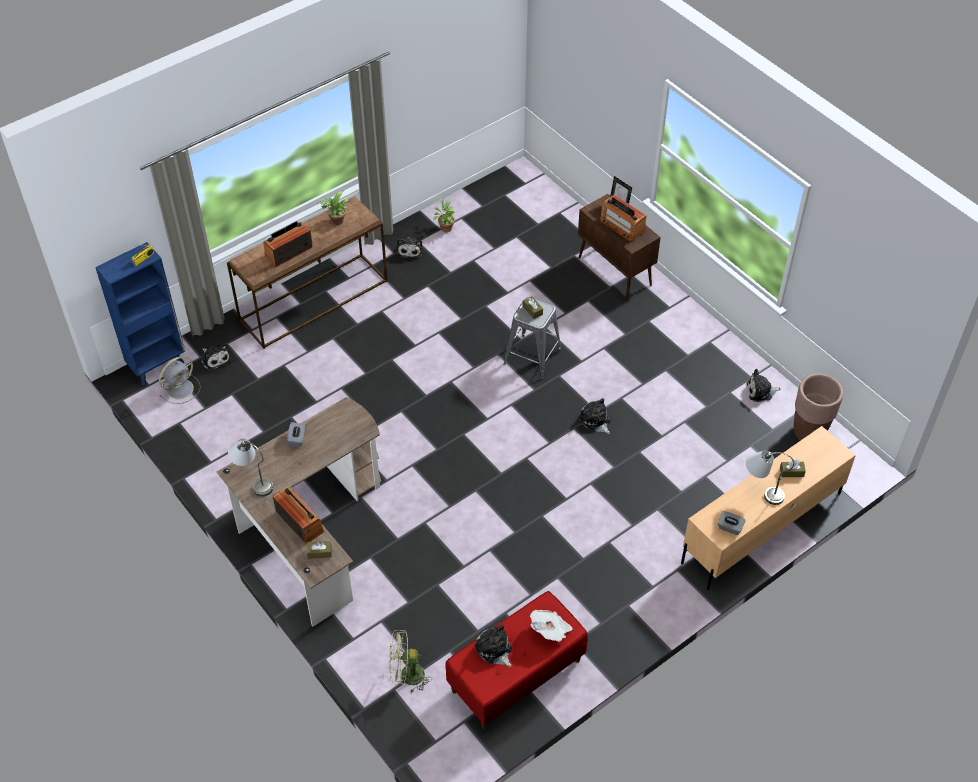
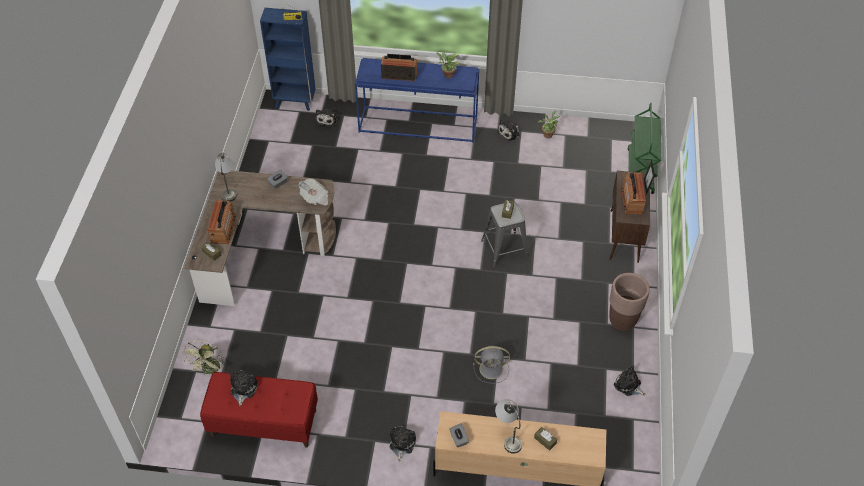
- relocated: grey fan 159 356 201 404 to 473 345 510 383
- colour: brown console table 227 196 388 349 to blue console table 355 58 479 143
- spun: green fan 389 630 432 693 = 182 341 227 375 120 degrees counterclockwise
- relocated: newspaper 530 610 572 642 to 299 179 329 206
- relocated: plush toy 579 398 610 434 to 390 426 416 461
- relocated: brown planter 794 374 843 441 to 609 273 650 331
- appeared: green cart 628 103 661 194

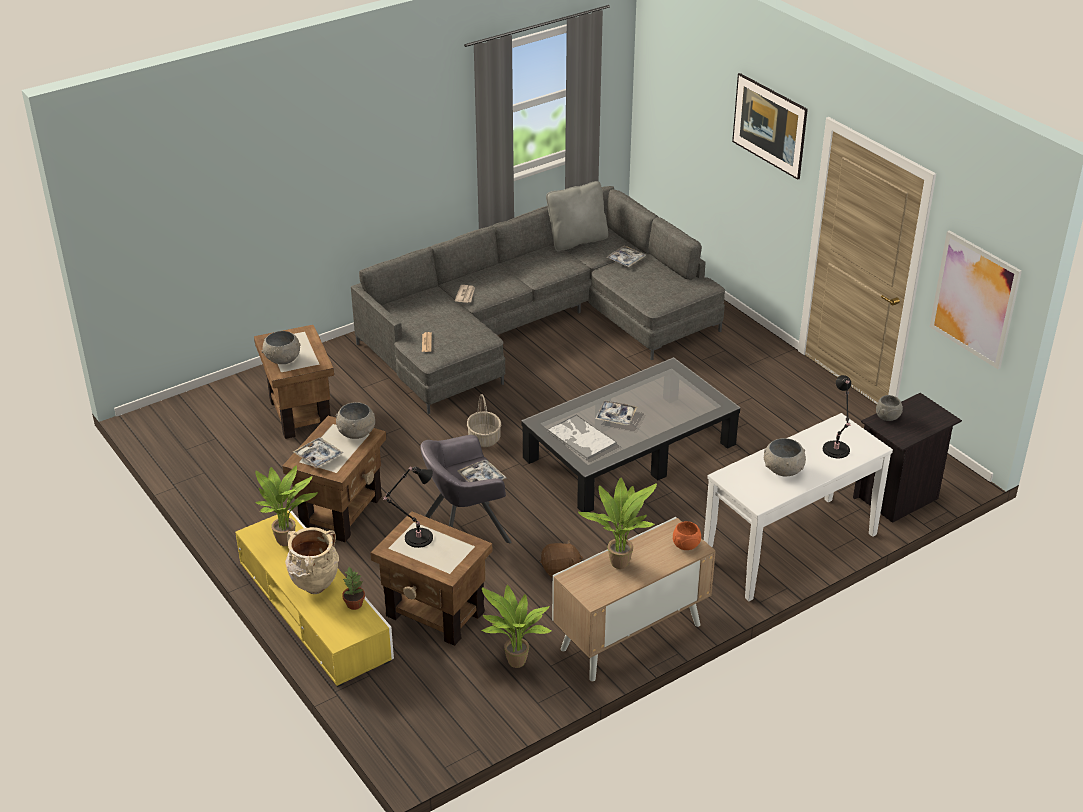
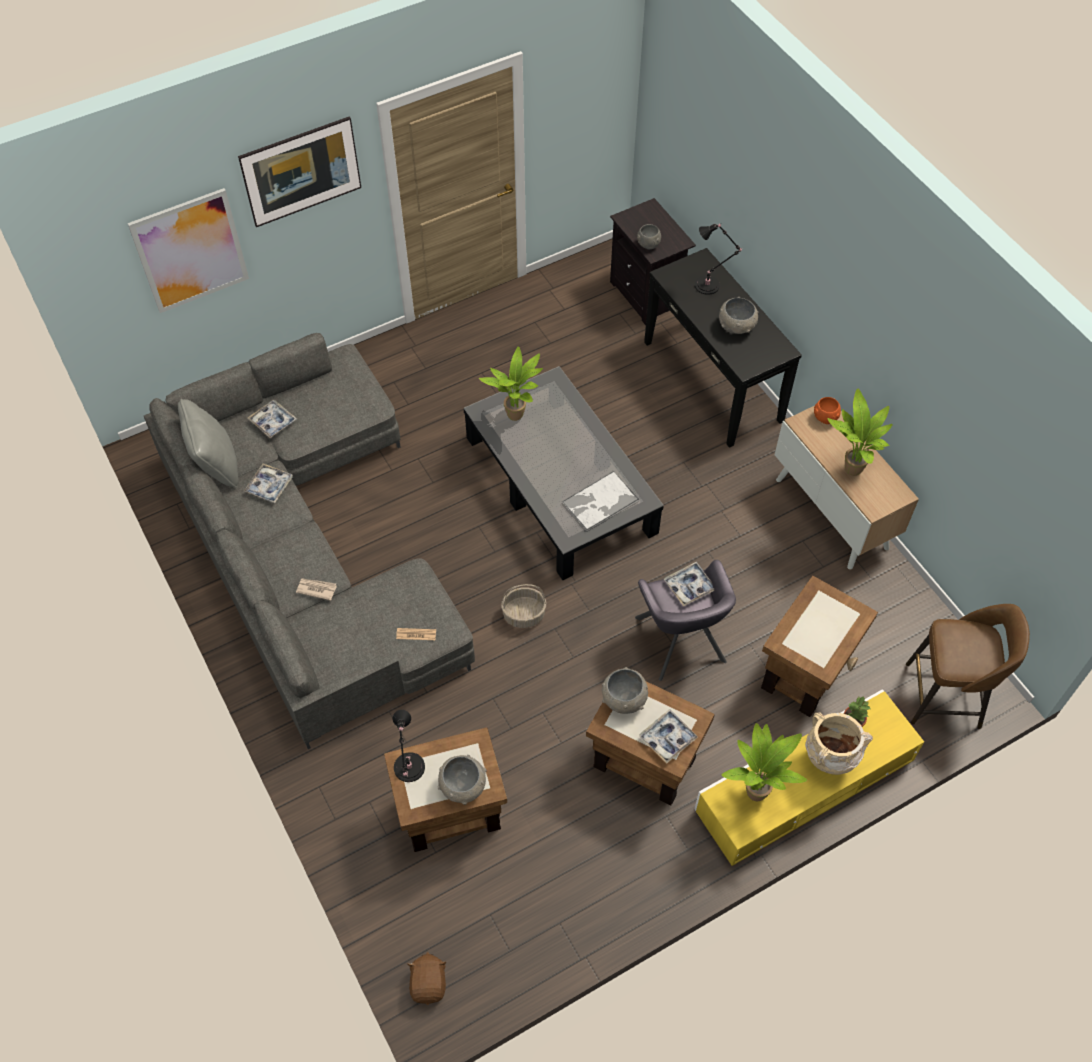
- relocated: black table lamp 383 466 433 548 to 392 710 425 782
- relocated: potted plant 482 585 551 668 to 479 346 543 421
- relocated: brown plush toy 540 540 583 578 to 407 952 446 1005
- relocated: tray 595 400 637 426 to 244 463 293 503
- colour: white console table 704 413 893 601 to black console table 644 248 802 448
- relocated: picture 930 230 1022 369 to 128 188 249 313
- appeared: brown stool 906 604 1030 729

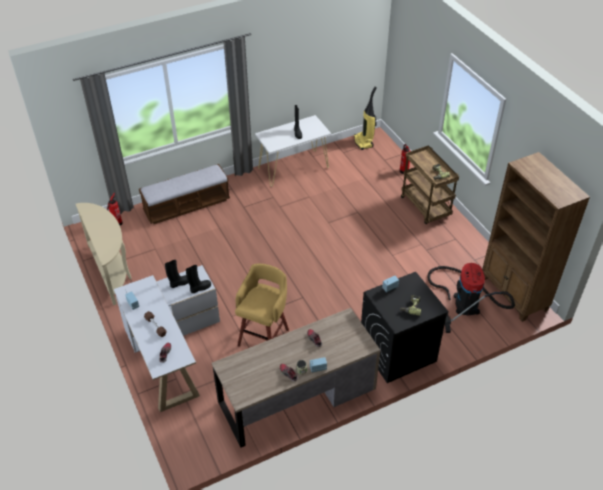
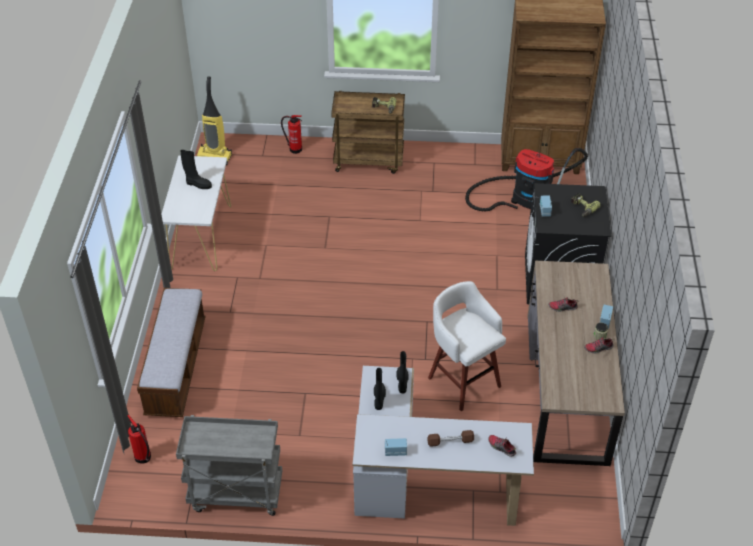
- exchanged: beige console table 76 203 132 305 to grey cart 176 415 283 516
- colour: yellow stool 235 264 289 347 to white stool 428 281 506 411

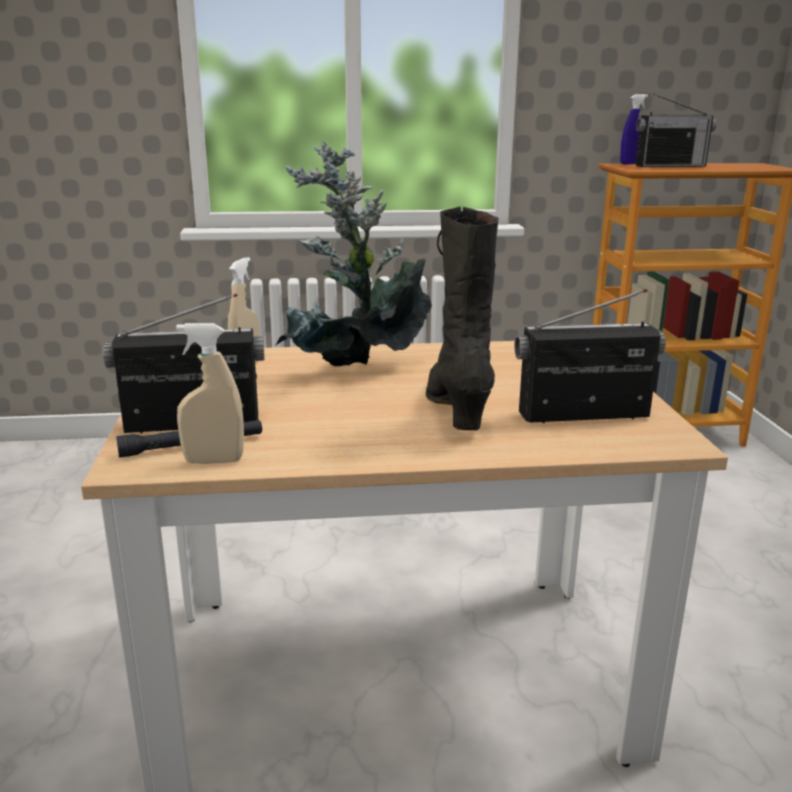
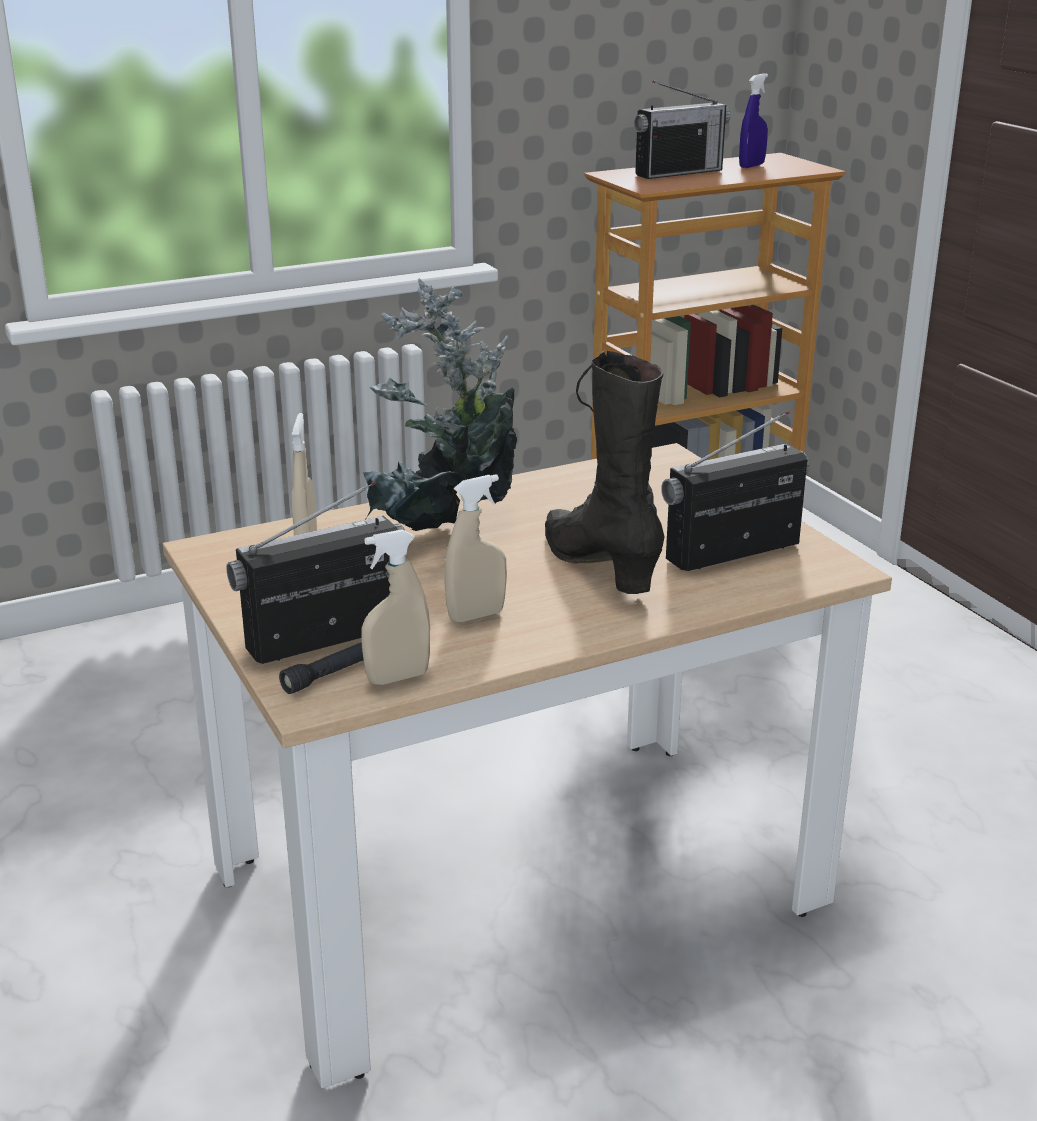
- relocated: blue spray bottle 620 94 648 165 to 739 73 768 168
- appeared: beige spray bottle 444 474 507 622

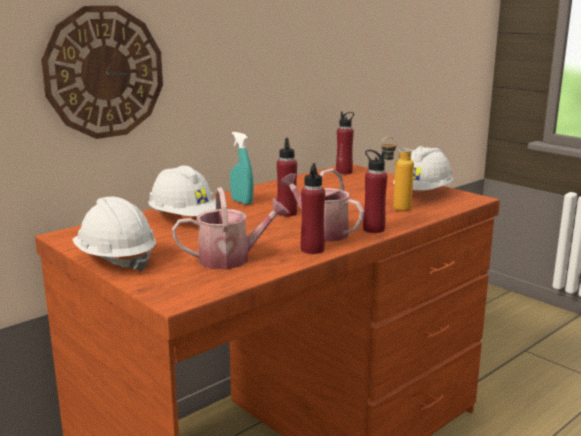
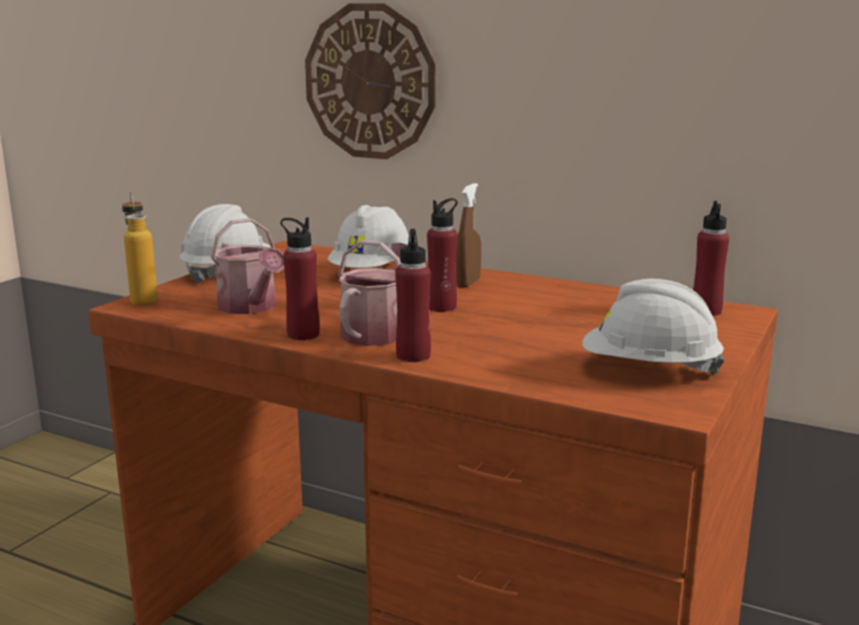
- colour: turquoise spray bottle 230 132 254 205 to brown spray bottle 456 183 481 288
- relocated: bottle 381 137 414 211 to 122 192 158 306

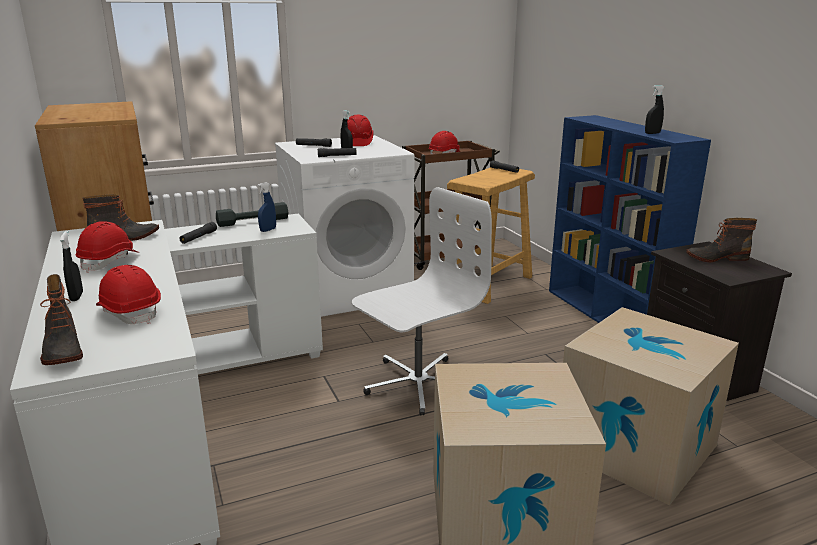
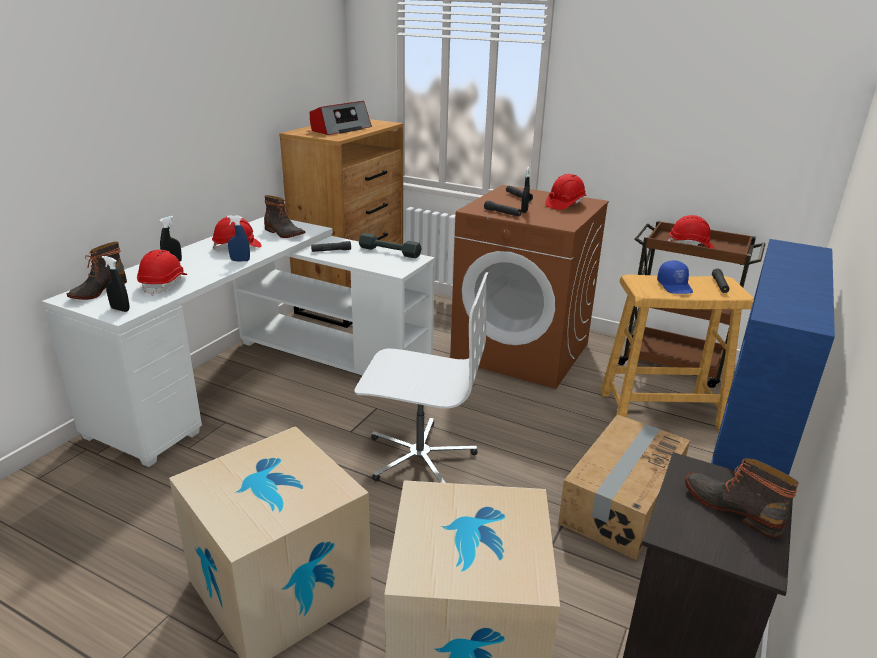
- relocated: blue spray bottle 257 182 276 232 to 227 215 250 261
- colour: white washing machine 275 135 414 317 to brown washing machine 450 185 609 389
- relocated: black spray bottle 645 85 665 134 to 102 256 130 312
- appeared: radio 310 101 372 135
- appeared: cardboard box 558 415 690 560
- appeared: blue cap 657 260 693 294

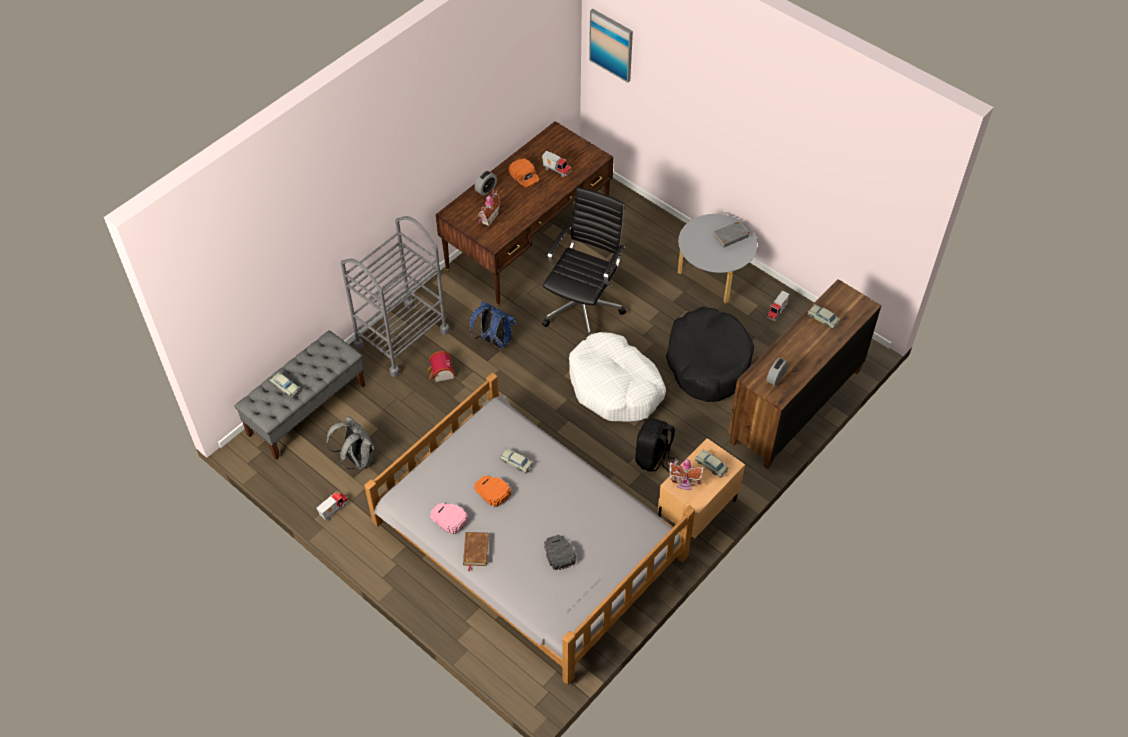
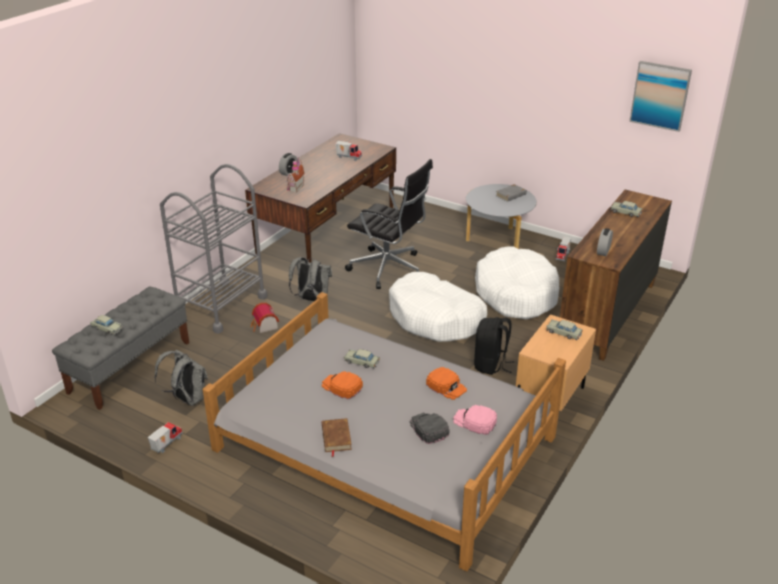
- relocated: pink cap 430 503 468 535 to 453 405 497 435
- colour: blue backpack 470 301 516 348 to grey backpack 289 257 332 301
- relocated: orange cap 509 158 540 187 to 426 367 467 400
- spun: black office chair 542 187 626 338 = 345 159 433 289 105 degrees clockwise
- relocated: picture 589 9 633 83 to 629 61 692 132
- colour: black dog bed 666 306 754 402 to white dog bed 475 247 559 320
- missing: toy house 667 459 706 490

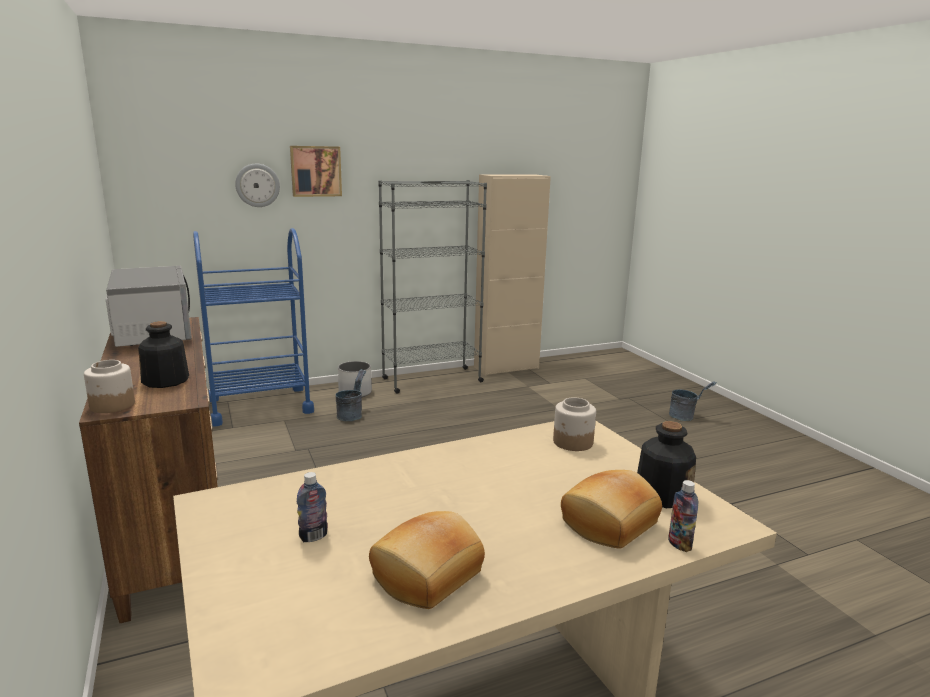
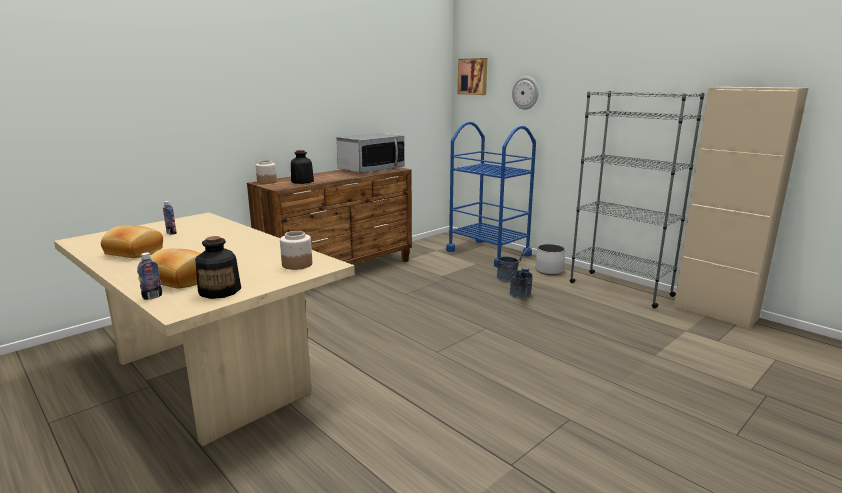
- relocated: picture 290 146 342 197 to 458 58 487 95
- relocated: grey bucket 669 381 717 421 to 509 267 533 298

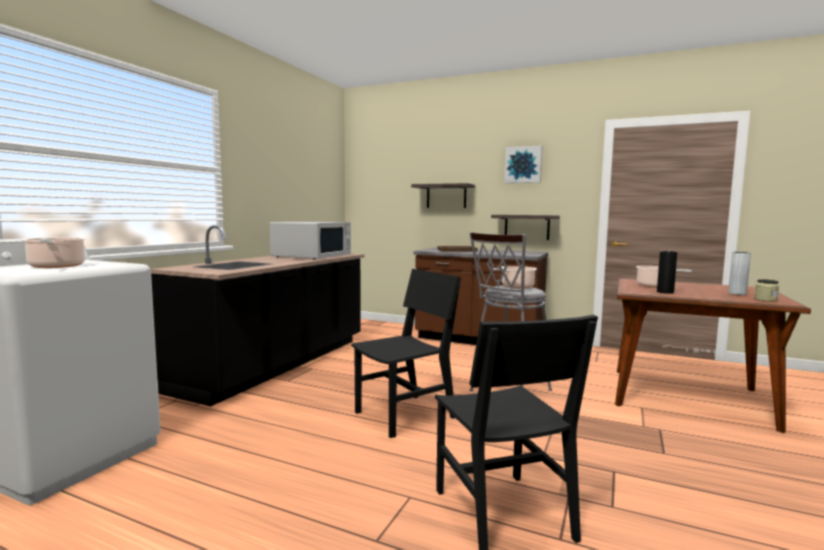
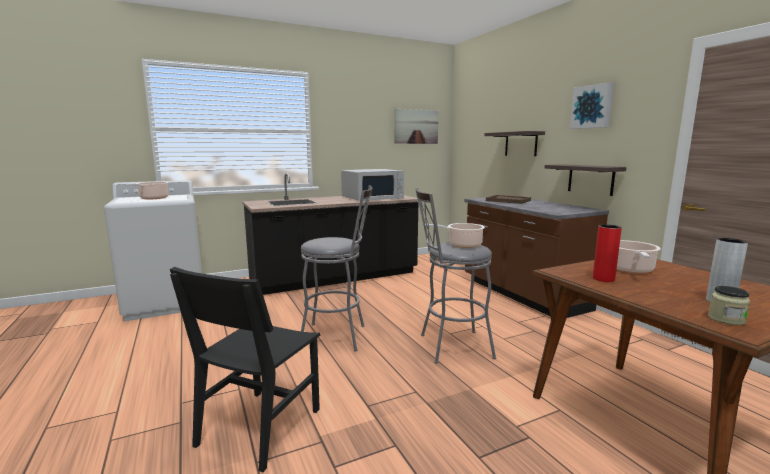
- exchanged: black chair 352 269 461 438 to grey stool 301 185 372 352
- colour: black vase 657 251 677 294 to red vase 593 224 622 282
- appeared: picture 395 109 439 144

